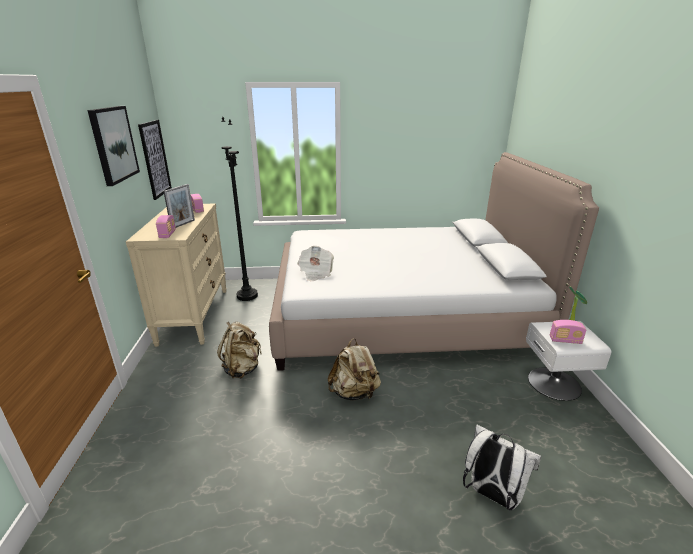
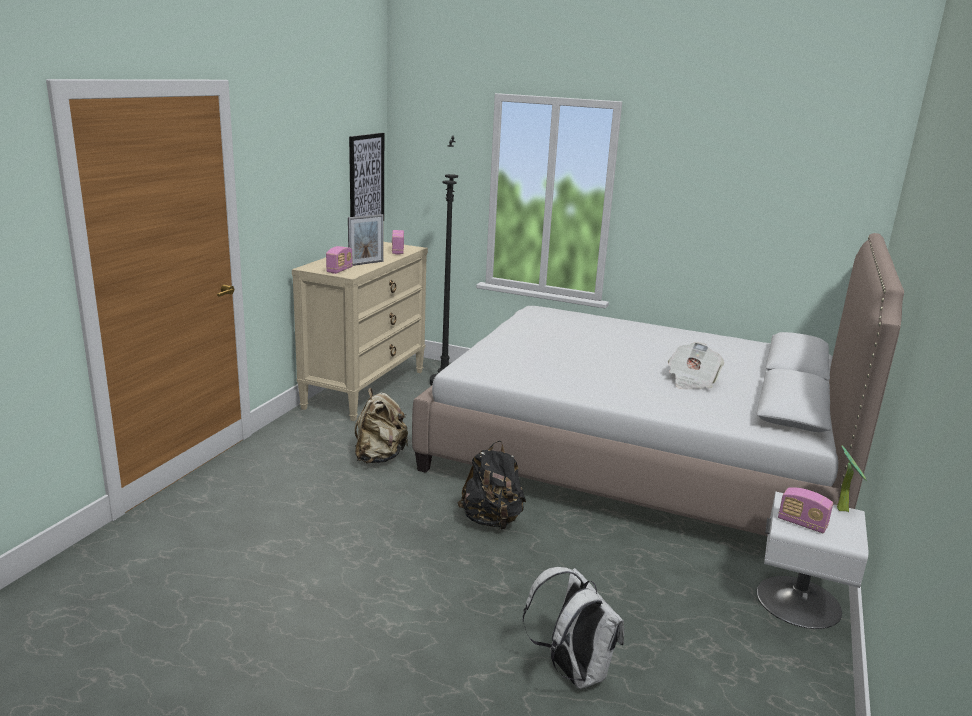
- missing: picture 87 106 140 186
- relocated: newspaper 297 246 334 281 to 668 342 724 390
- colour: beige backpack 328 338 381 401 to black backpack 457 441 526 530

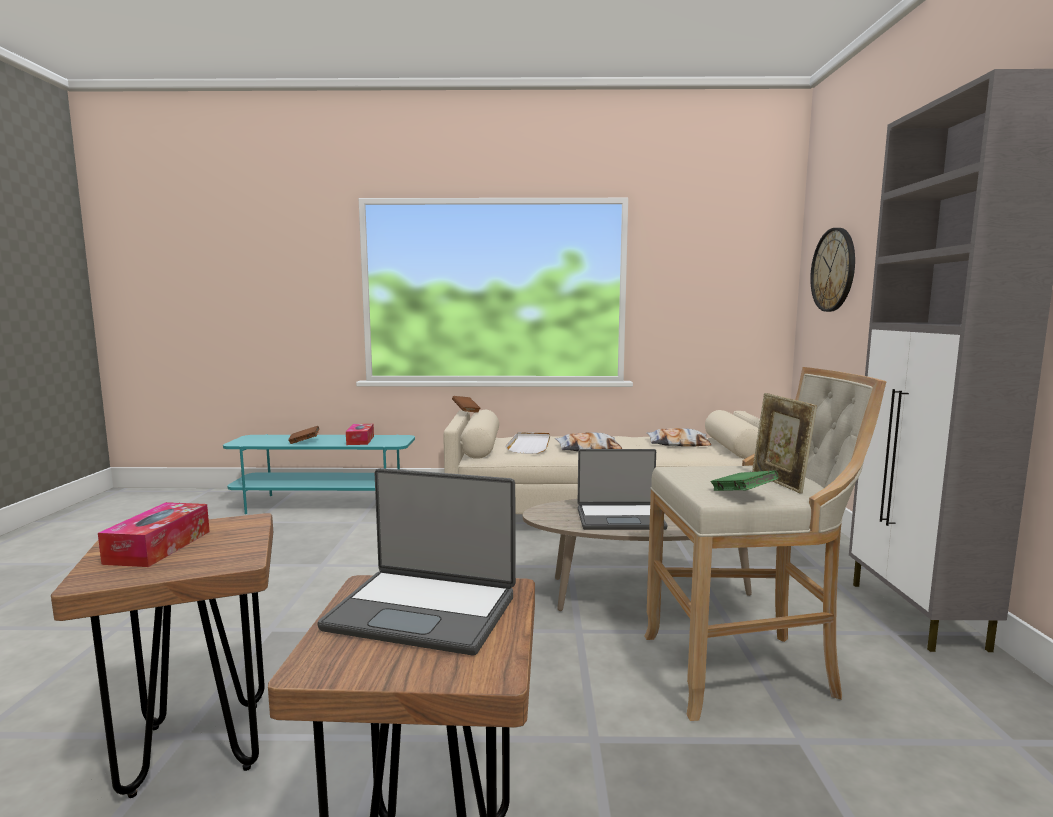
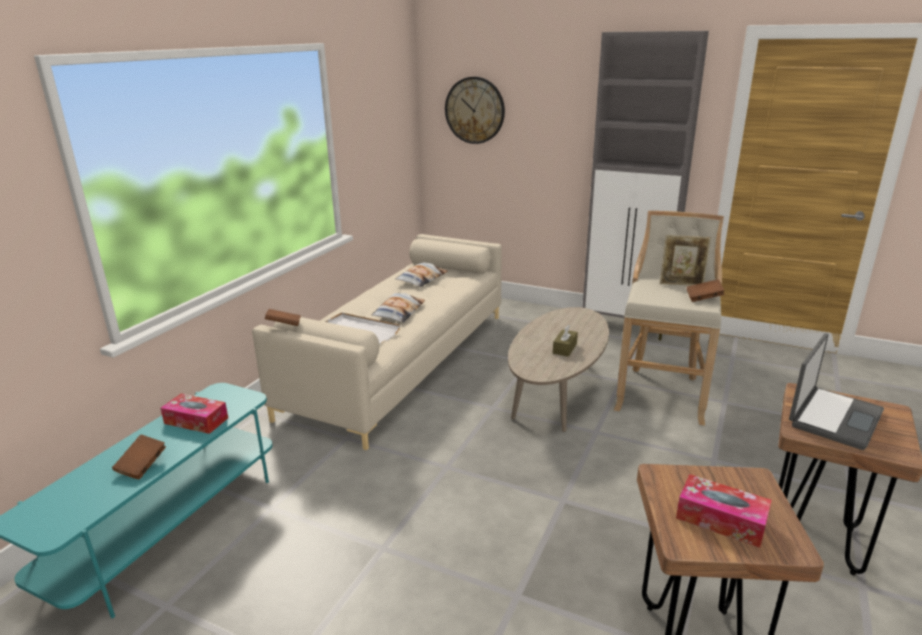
- exchanged: laptop 578 449 667 530 to brown tissue box 553 325 578 357
- colour: green book 711 470 778 491 to brown book 687 279 725 302

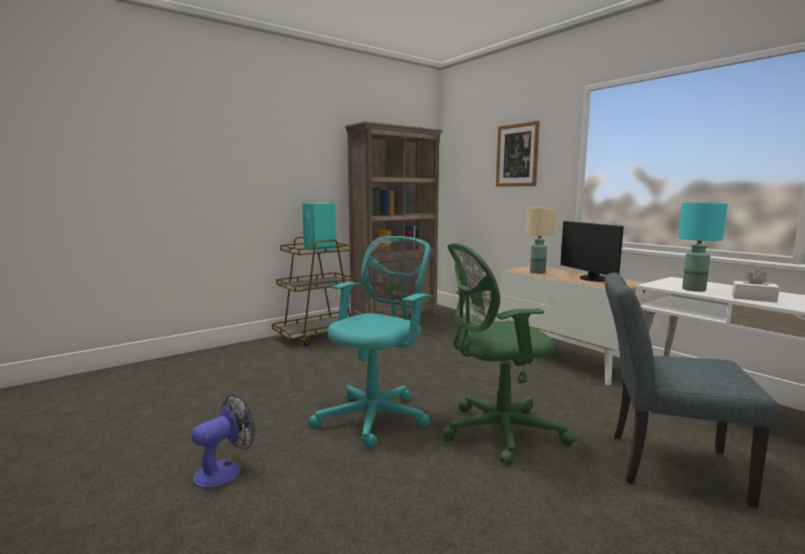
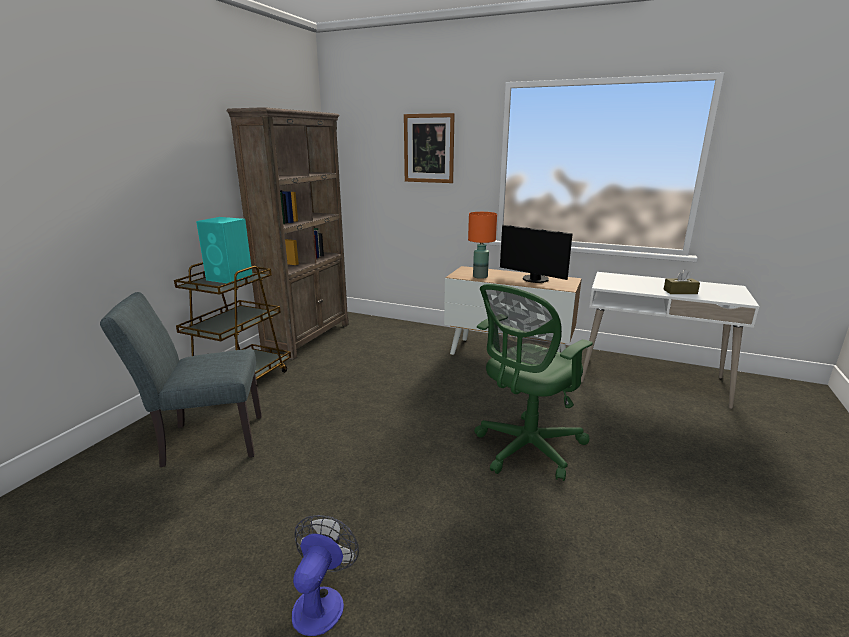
- missing: turquoise office chair 308 236 433 448
- colour: beige table lamp 526 208 556 273 to orange table lamp 468 212 497 279
- relocated: grey chair 605 272 778 508 to 100 292 262 467
- missing: turquoise table lamp 678 202 728 292
- colour: white tissue box 732 269 780 303 to brown tissue box 663 269 700 294

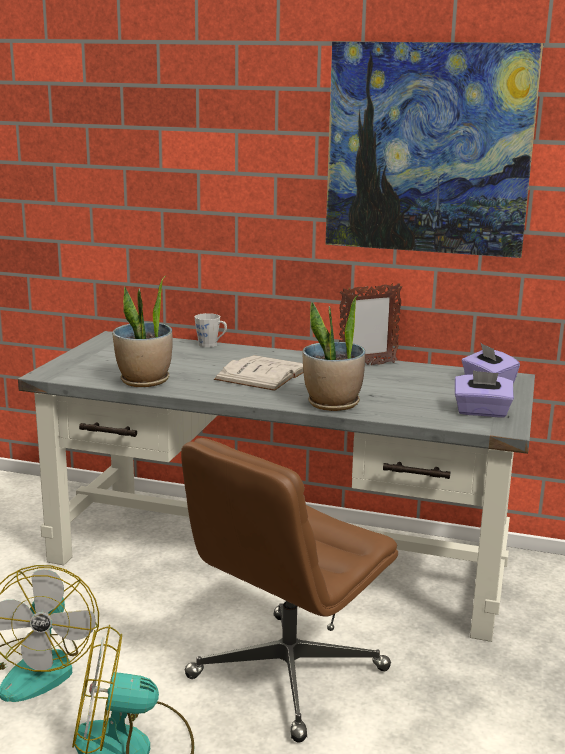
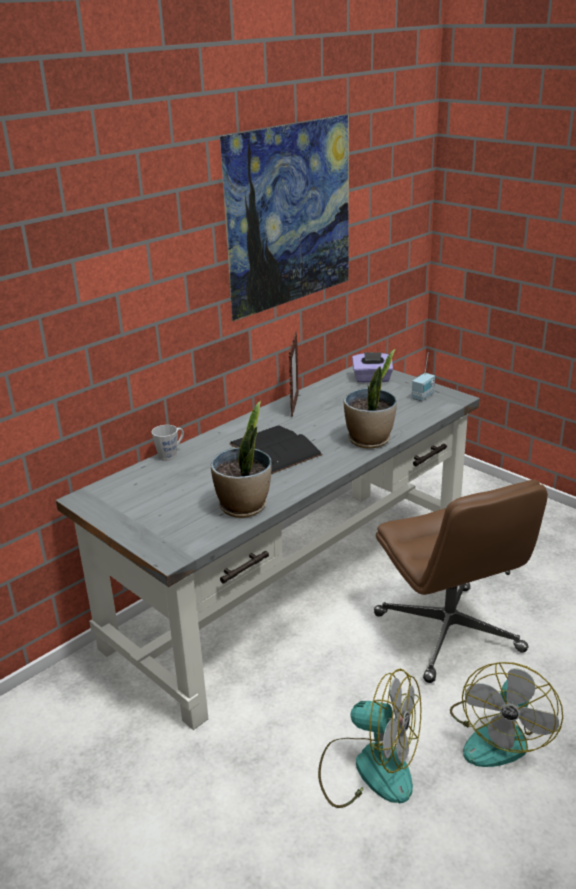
- colour: white book 214 355 303 391 to black book 229 425 323 474
- exchanged: purple tissue box 455 370 514 417 to radio 412 352 435 401

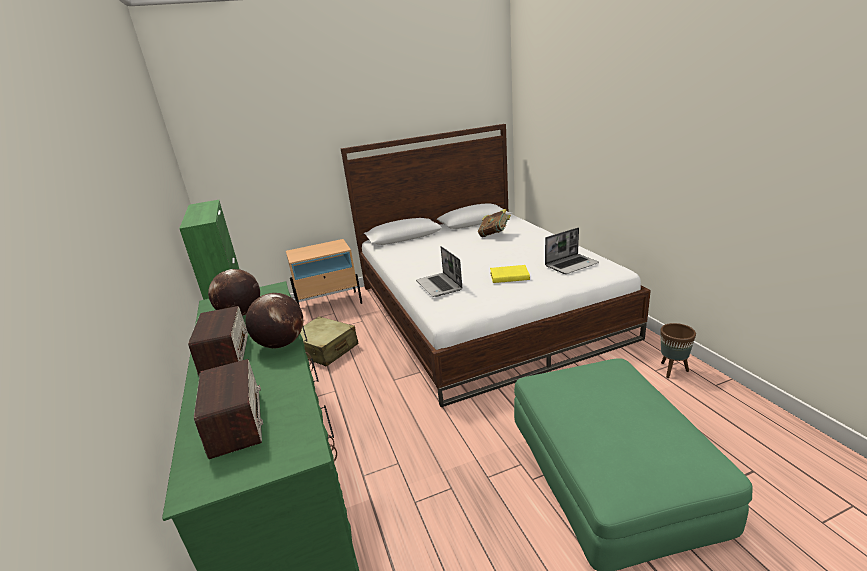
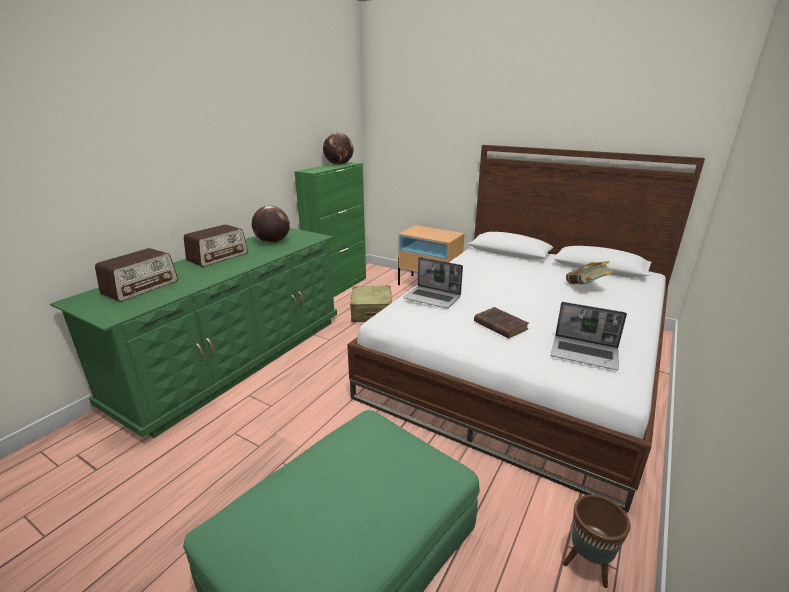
- relocated: globe 245 293 304 348 to 323 133 353 165
- spun: laptop 416 246 462 297 = 403 257 463 309 90 degrees counterclockwise
- colour: yellow book 490 265 530 283 to brown book 474 307 529 339

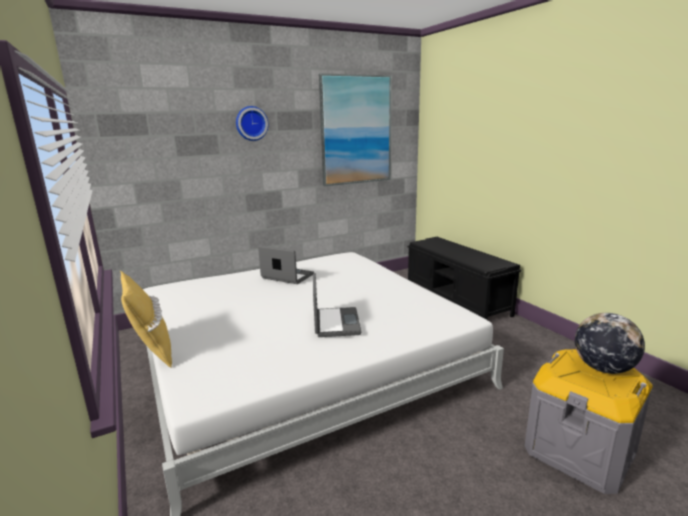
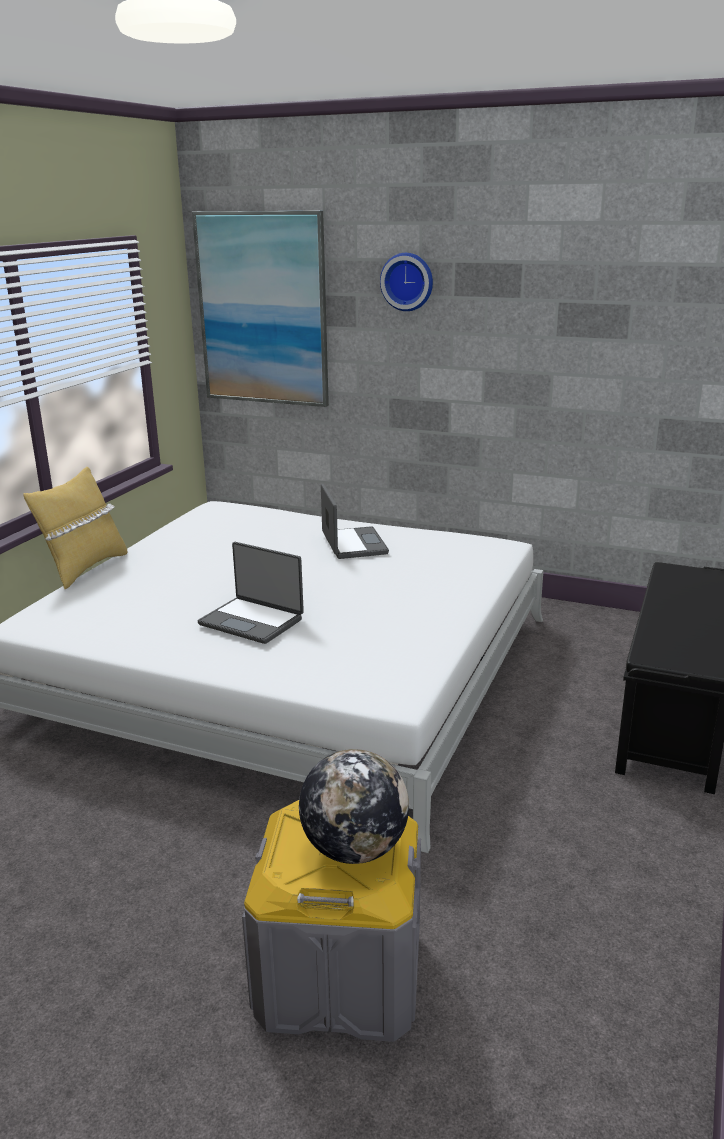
- spun: laptop 313 273 361 337 = 198 542 304 644 75 degrees clockwise
- relocated: picture 319 73 392 186 to 192 211 329 407

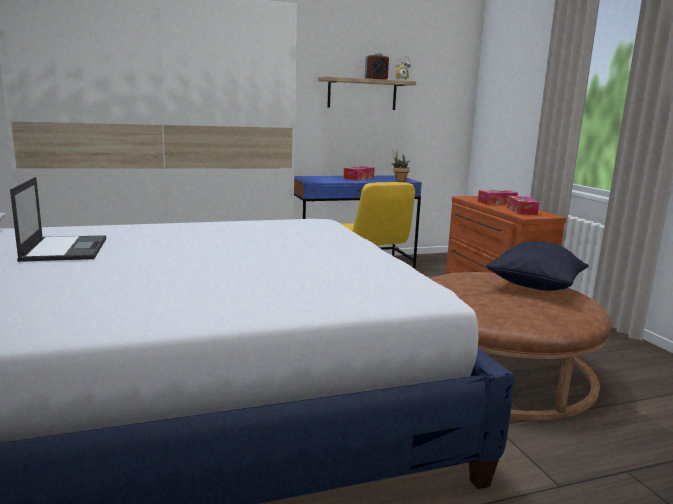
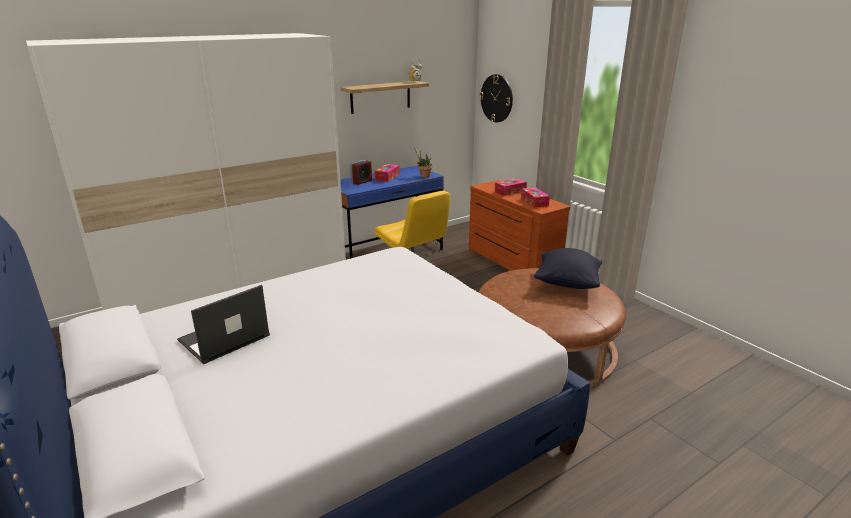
- spun: laptop 10 177 106 262 = 177 285 270 364 105 degrees counterclockwise
- relocated: alarm clock 365 53 389 80 to 350 160 372 185
- appeared: wall clock 480 74 513 122

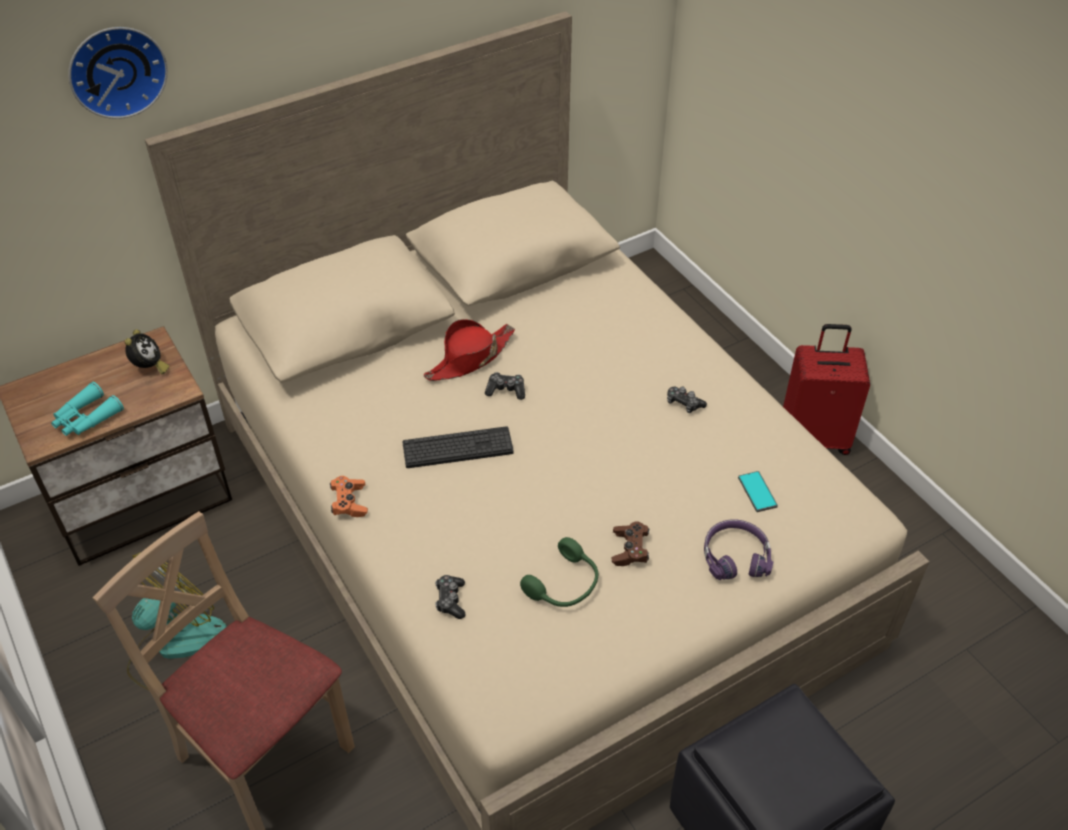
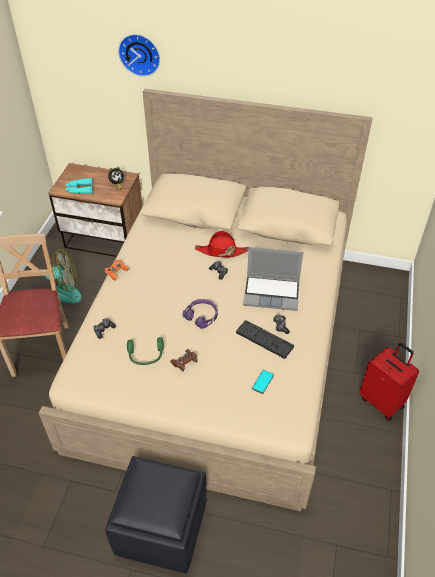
- relocated: keyboard 402 426 513 468 to 236 320 294 359
- relocated: purple headphones 704 519 774 580 to 182 299 218 329
- appeared: laptop 243 247 304 311

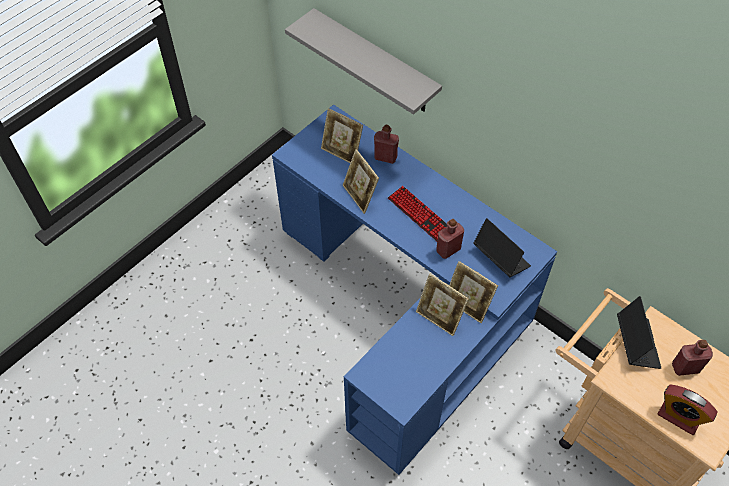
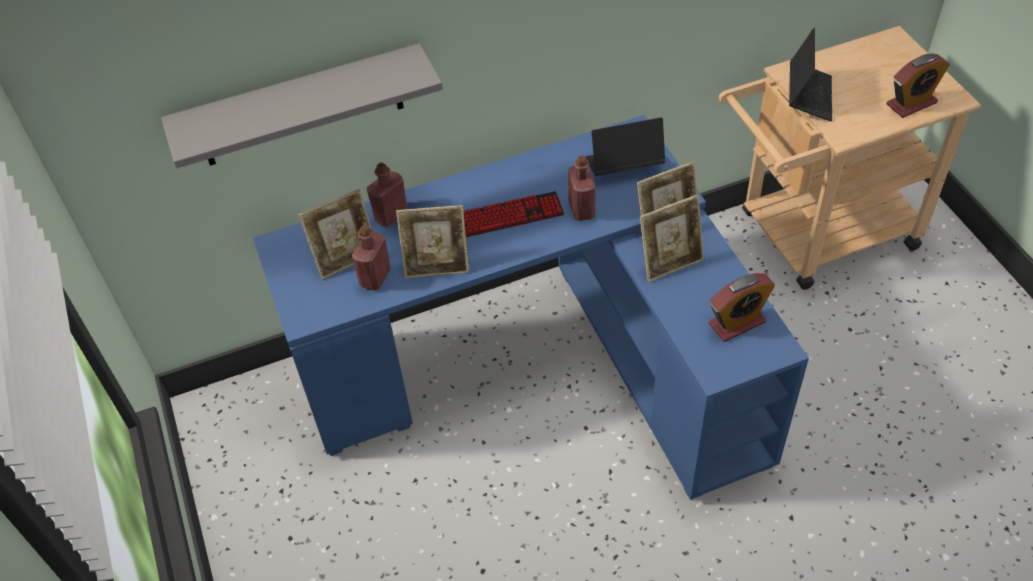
- spun: laptop 617 296 661 369 = 789 28 832 121 75 degrees clockwise
- relocated: red bottle 672 340 713 376 to 352 225 391 290
- appeared: alarm clock 709 273 775 342

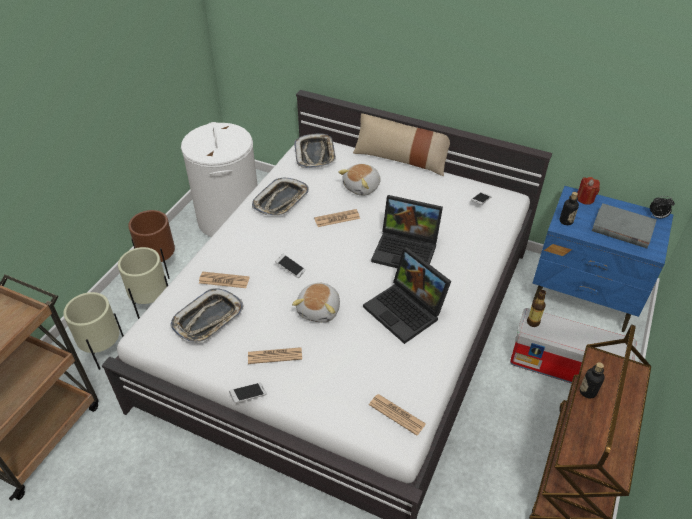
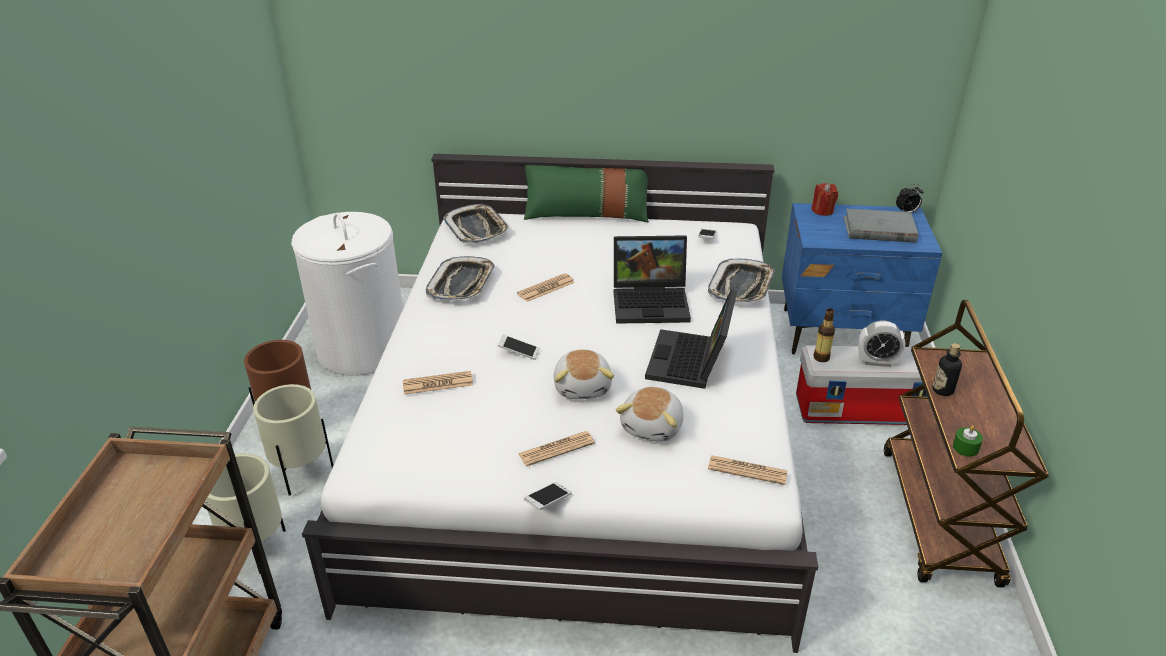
- relocated: tray 170 288 244 343 to 708 258 775 303
- relocated: plush toy 338 164 381 196 to 616 387 684 442
- colour: beige pillow 353 113 450 176 to green pillow 524 165 649 222
- spun: laptop 363 247 451 344 = 645 290 737 389 75 degrees clockwise
- missing: bottle 560 192 579 225
- appeared: alarm clock 858 321 905 367
- appeared: green candle 953 425 983 457

